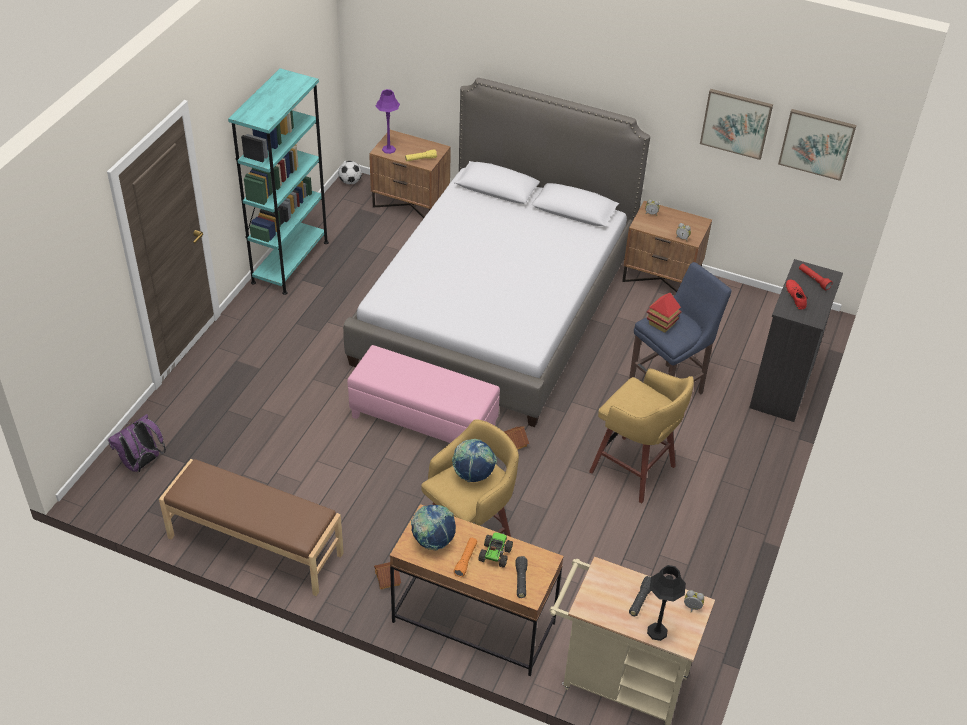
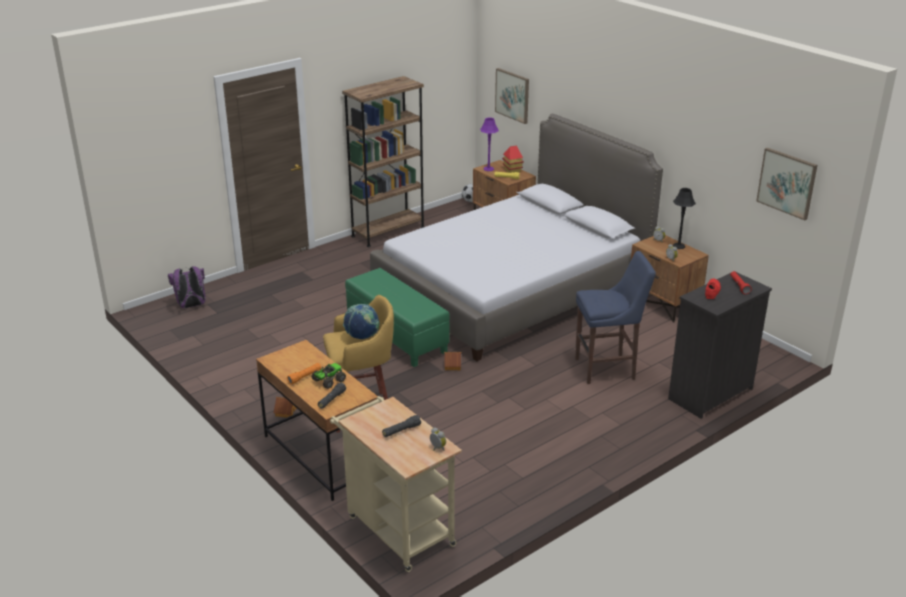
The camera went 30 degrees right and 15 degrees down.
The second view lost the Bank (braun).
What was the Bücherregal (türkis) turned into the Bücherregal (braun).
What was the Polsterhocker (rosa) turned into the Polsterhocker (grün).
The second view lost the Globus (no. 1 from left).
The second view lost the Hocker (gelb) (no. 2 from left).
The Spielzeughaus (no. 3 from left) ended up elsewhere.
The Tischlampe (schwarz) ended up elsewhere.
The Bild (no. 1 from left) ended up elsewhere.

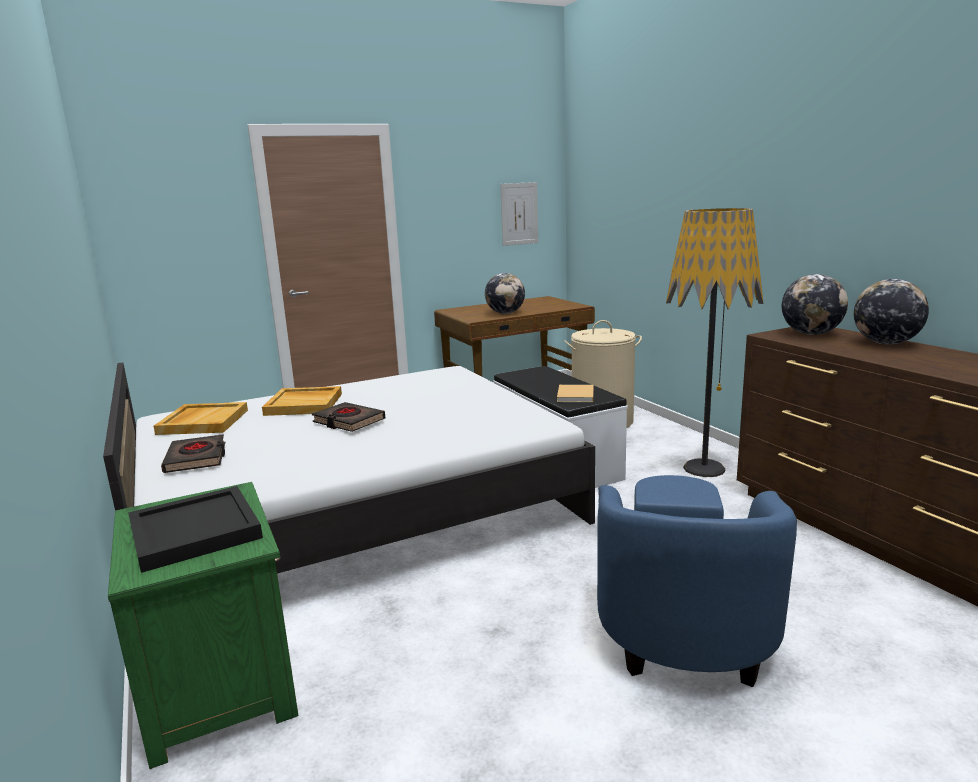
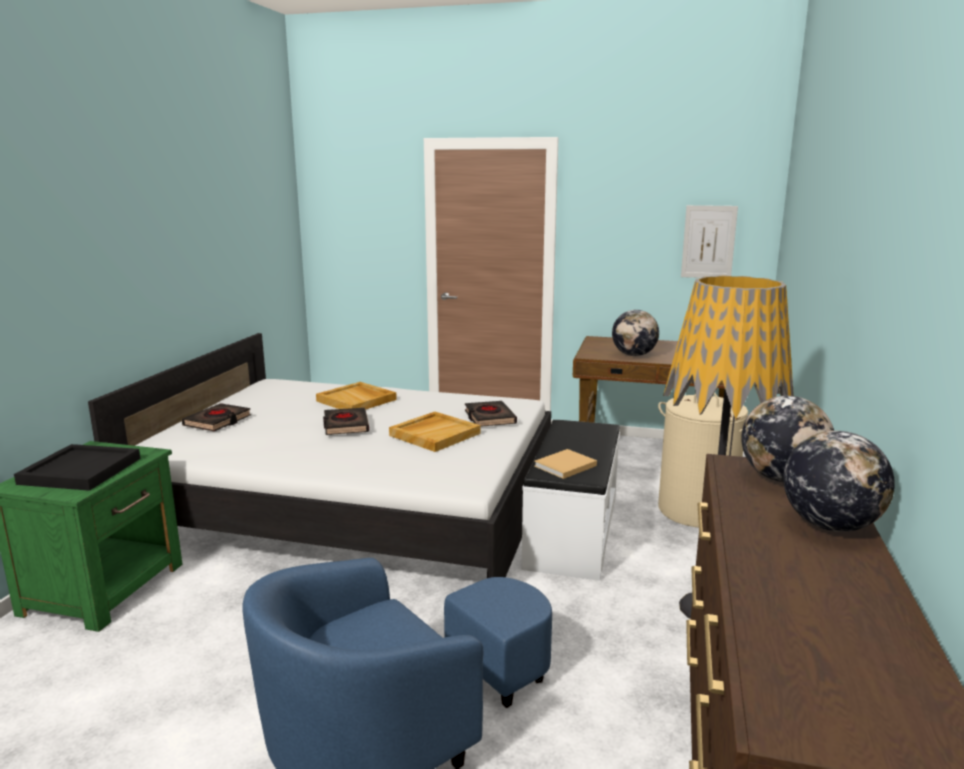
The camera went 40 degrees right and 0 degrees up.
The Tablett (beige) (no. 1 from left in the first image) ended up elsewhere.
The second view gained the Buch (schwarz) (no. 3 from left).

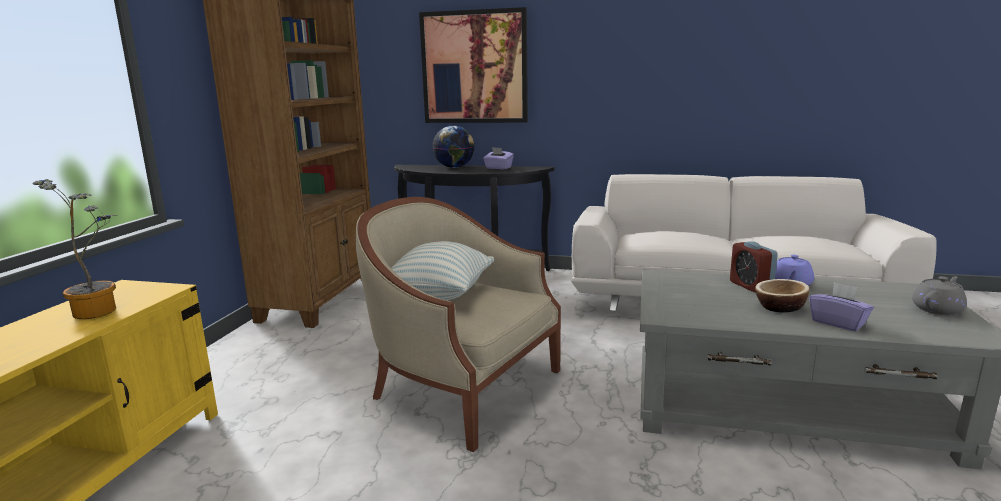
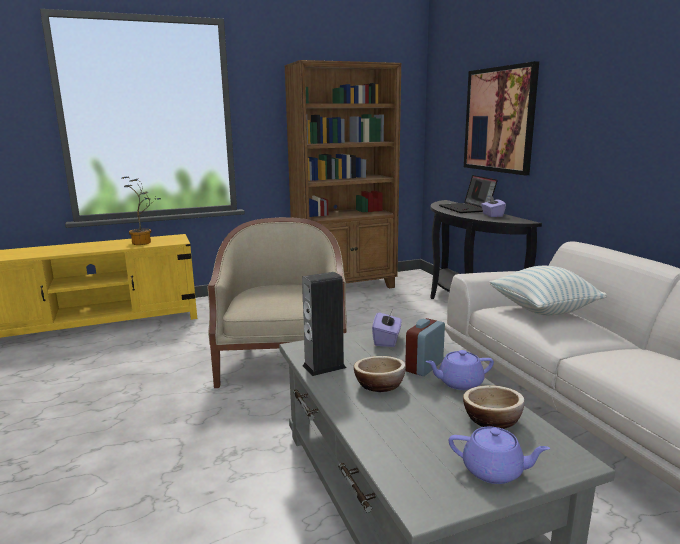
The camera went 55 degrees right and 0 degrees up.
The Kissen ended up elsewhere.
Where the Globus stood, the Laptop came to stand.
The Taschentuchbox (lila) (no. 2 from left in the first image) ended up elsewhere.
What was the Teekanne (grau) turned into the Teekanne (lila) (no. 2 from left).
The second view gained the Lautsprecher.
The second view gained the Schüssel (no. 2 from left).

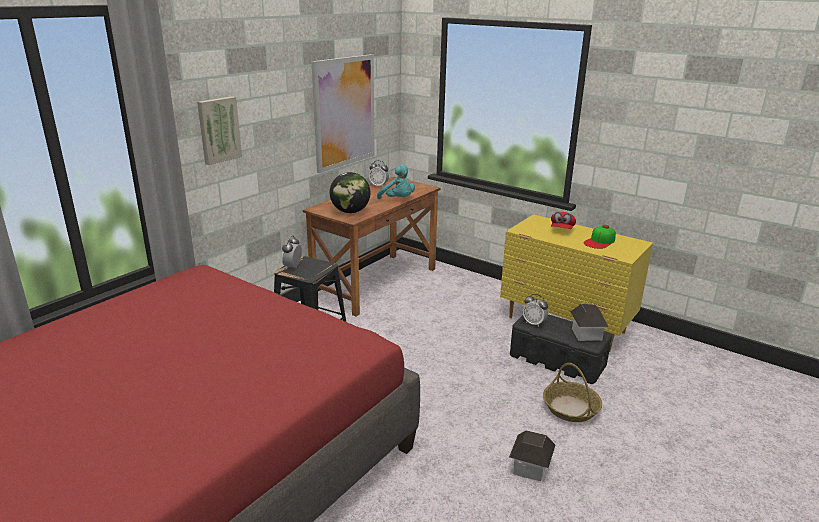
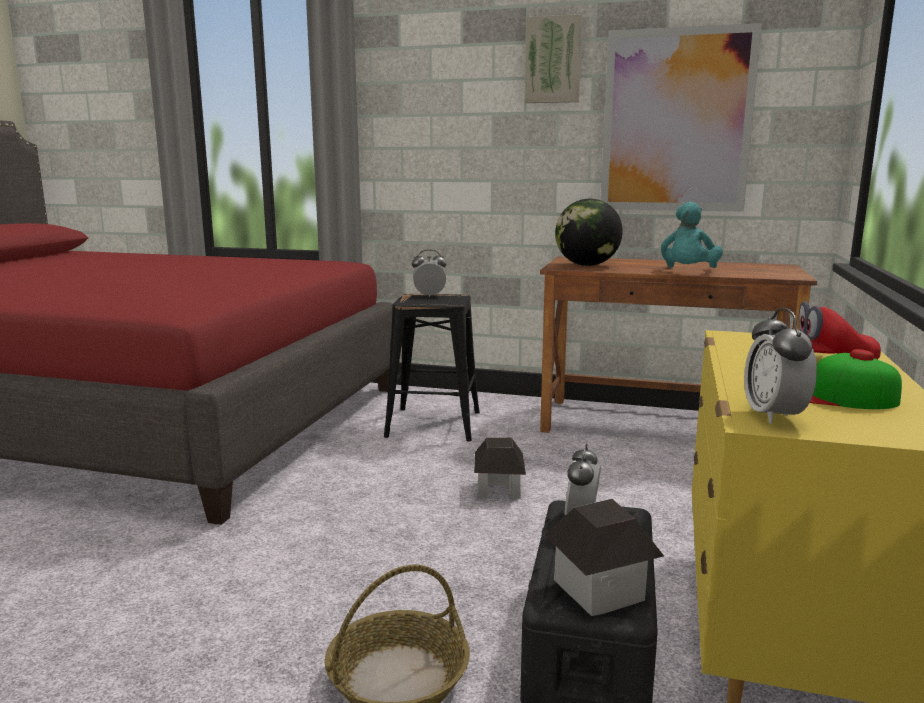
The camera went 70 degrees right and 10 degrees down.
The Bild (no. 1 from left) ended up elsewhere.
The Wecker (no. 2 from left in the first image) ended up elsewhere.
The Spielzeughaus (no. 1 from left) ended up elsewhere.

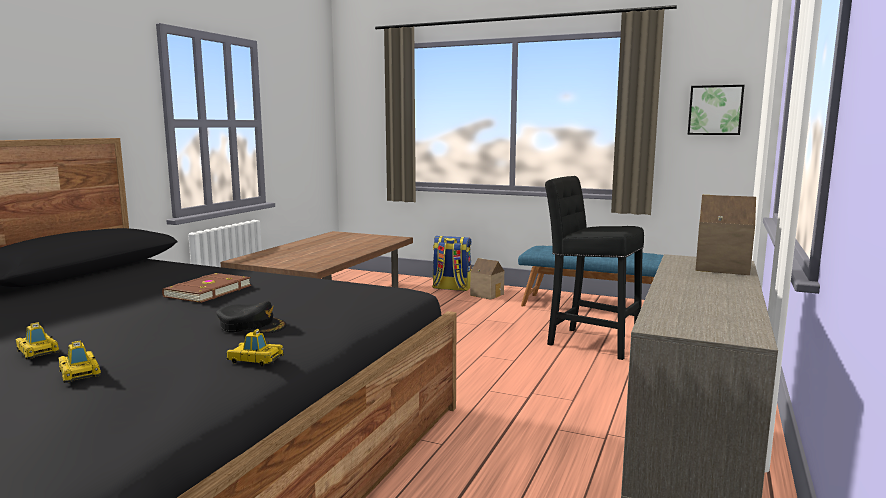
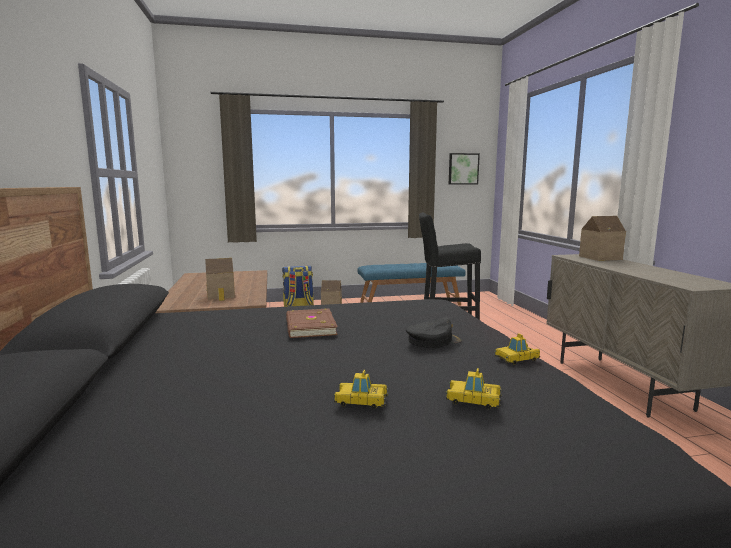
The camera went 35 degrees left and 0 degrees up.
The second view gained the Spielzeughaus (no. 1 from left).

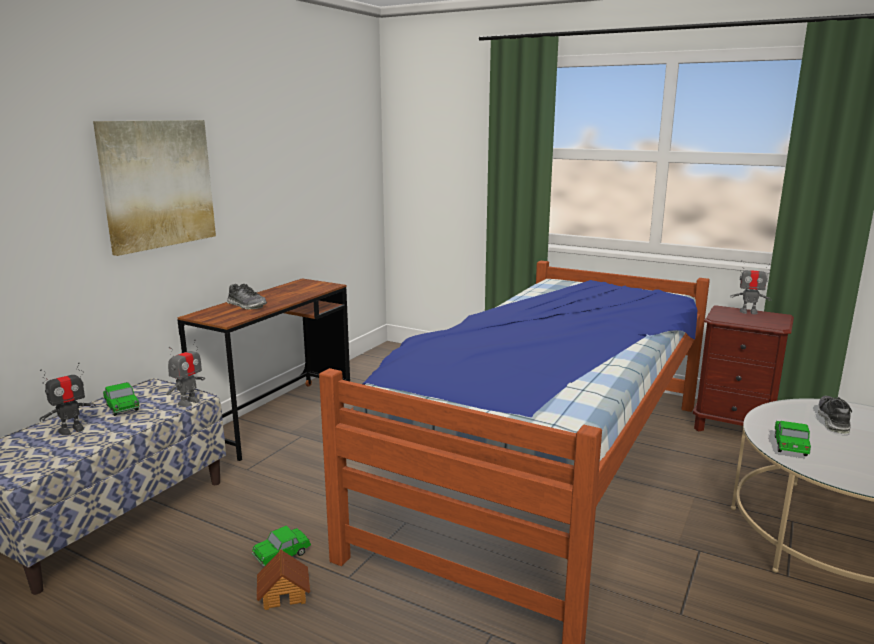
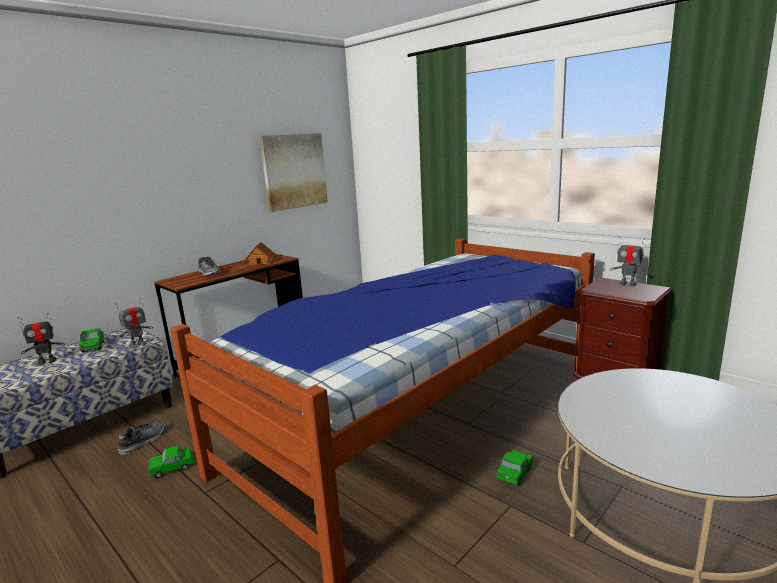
The camera went 15 degrees right and 0 degrees up.
The Bild ended up elsewhere.
The Spielzeughaus ended up elsewhere.
The Spielzeugauto (no. 3 from left) ended up elsewhere.
The Schuh (no. 2 from left in the first image) ended up elsewhere.

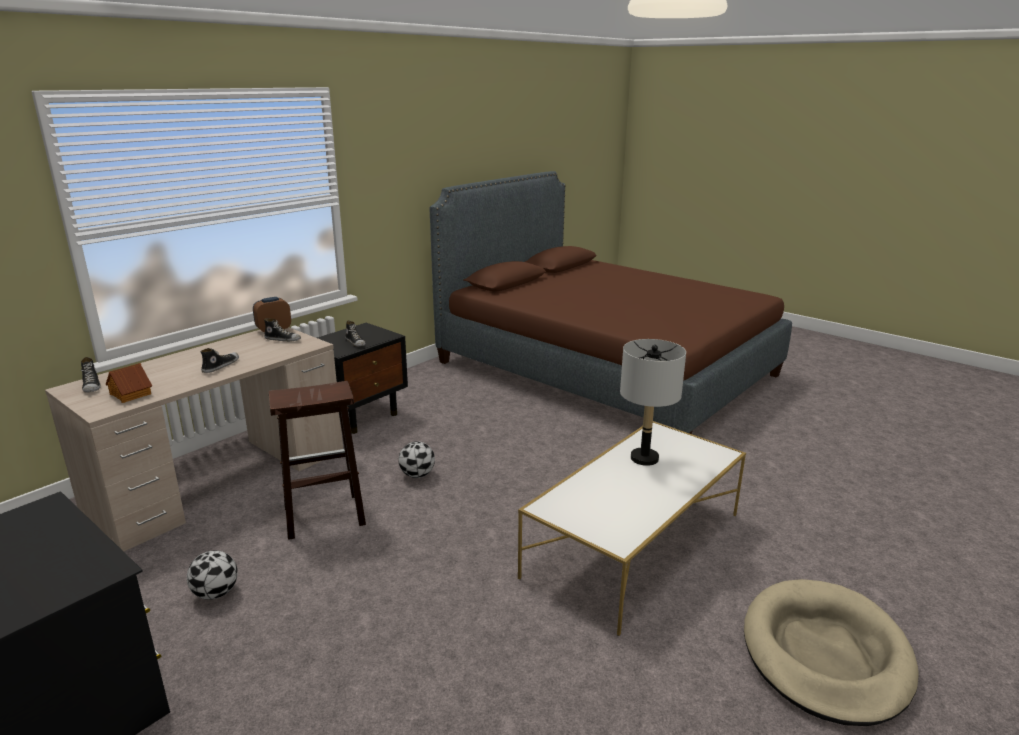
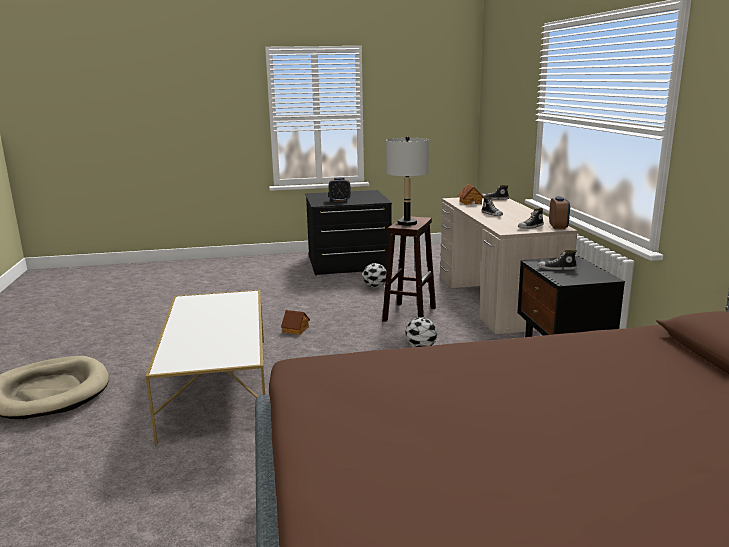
The camera went 130 degrees right and 5 degrees down.
The Tischlampe (grau) ended up elsewhere.
The second view gained the Spielzeughaus (no. 1 from left).
The second view gained the Wecker (no. 1 from left).

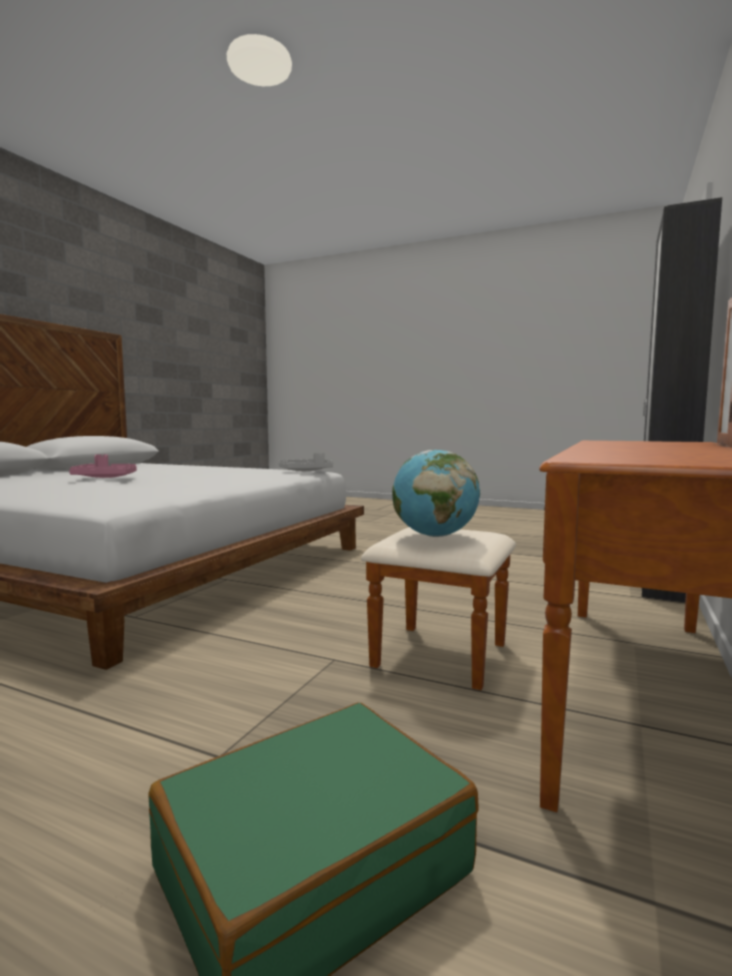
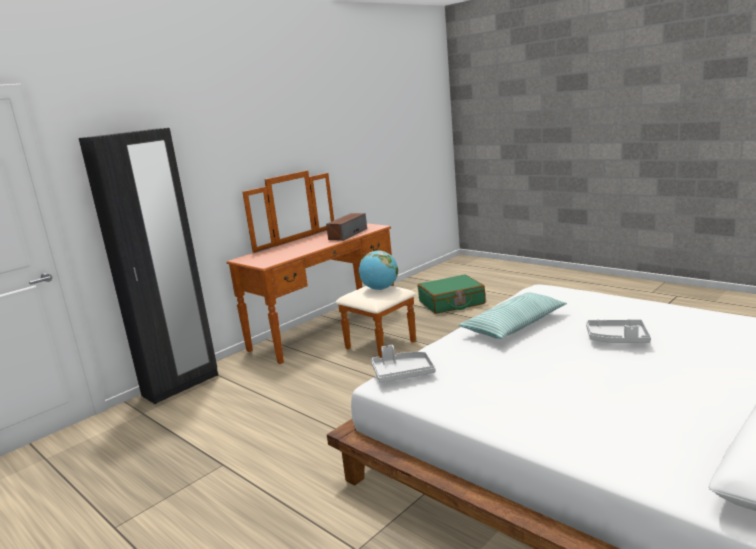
The camera went 160 degrees left and 10 degrees up.
What was the Tablett (rosa) turned into the Tablett (grau) (no. 2 from left).
The second view gained the Lautsprecher.
The second view gained the Kissen.

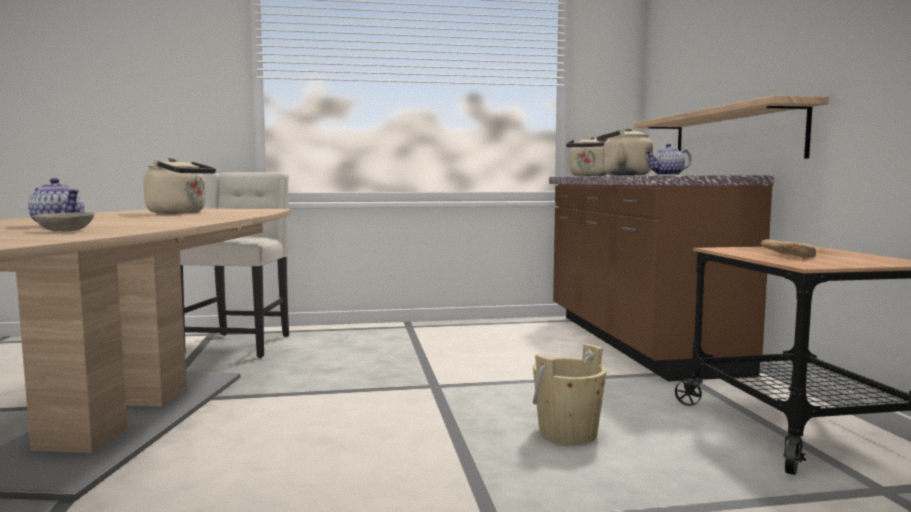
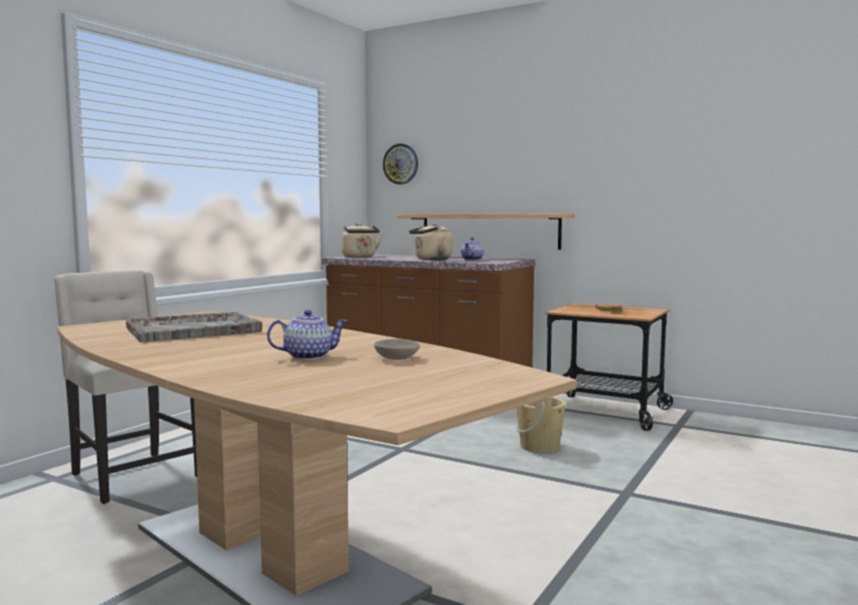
The camera went 50 degrees left and 0 degrees up.
Where the Wasserkessel (beige) (no. 1 from left) stood, the Tablett (grau) came to stand.
The second view gained the Wanduhr.

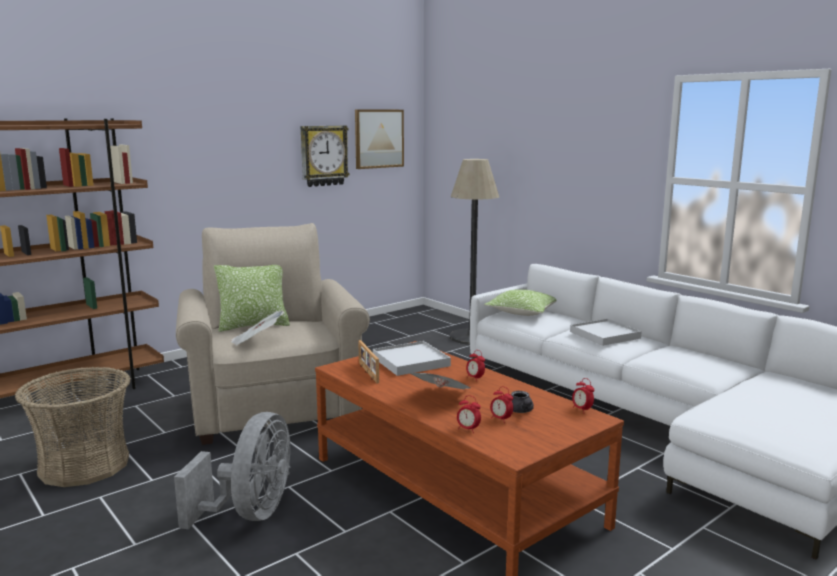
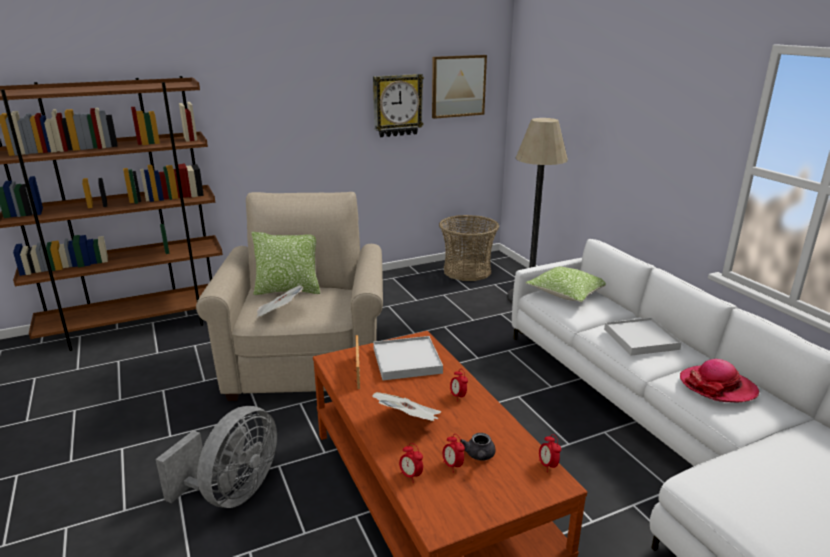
The camera went 15 degrees right and 10 degrees up.
The Korb ended up elsewhere.
The second view gained the Hut.

